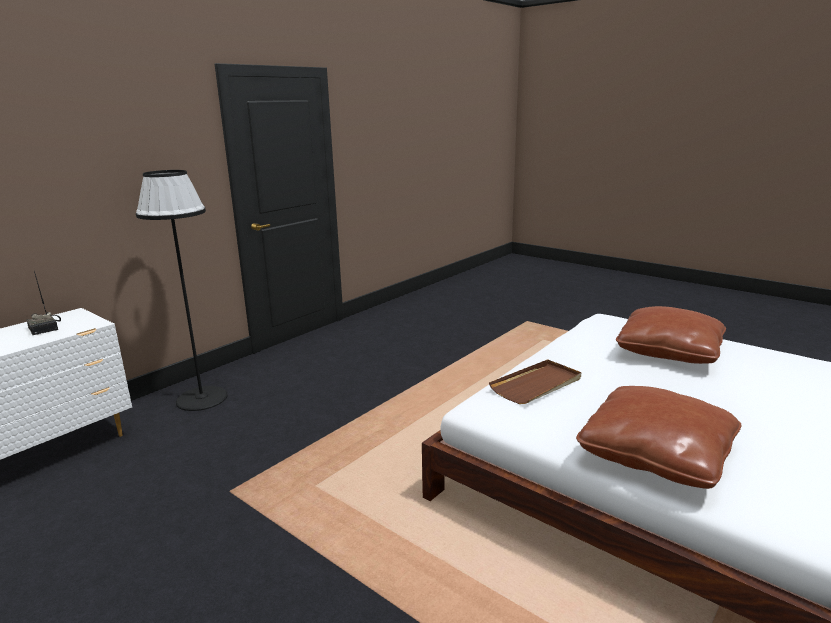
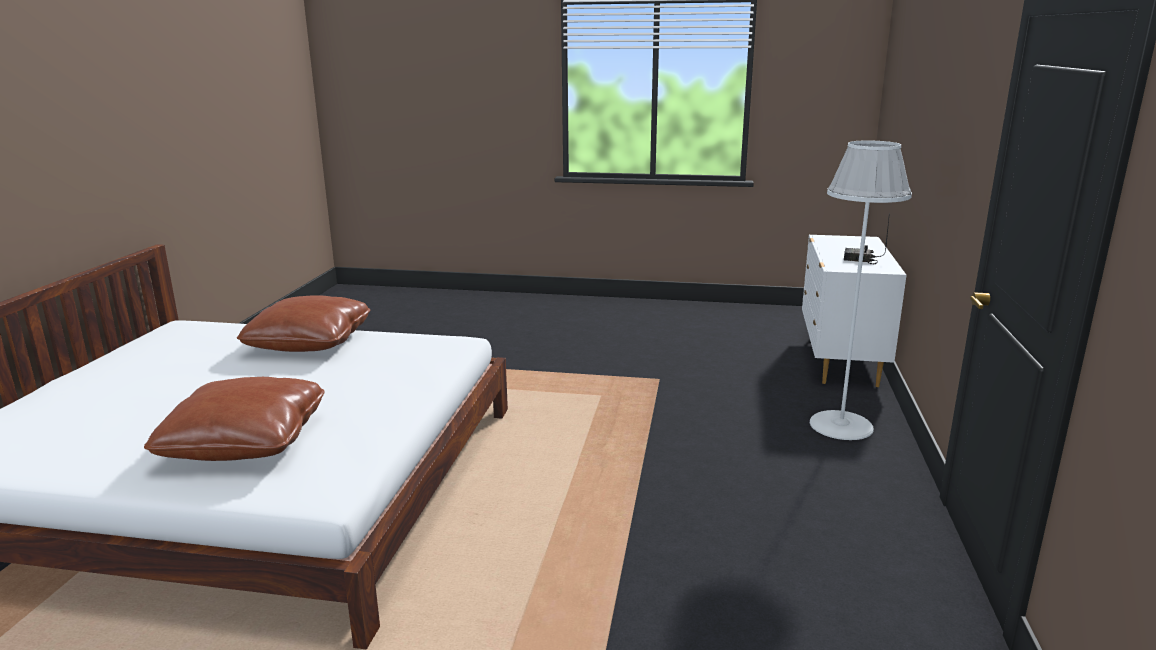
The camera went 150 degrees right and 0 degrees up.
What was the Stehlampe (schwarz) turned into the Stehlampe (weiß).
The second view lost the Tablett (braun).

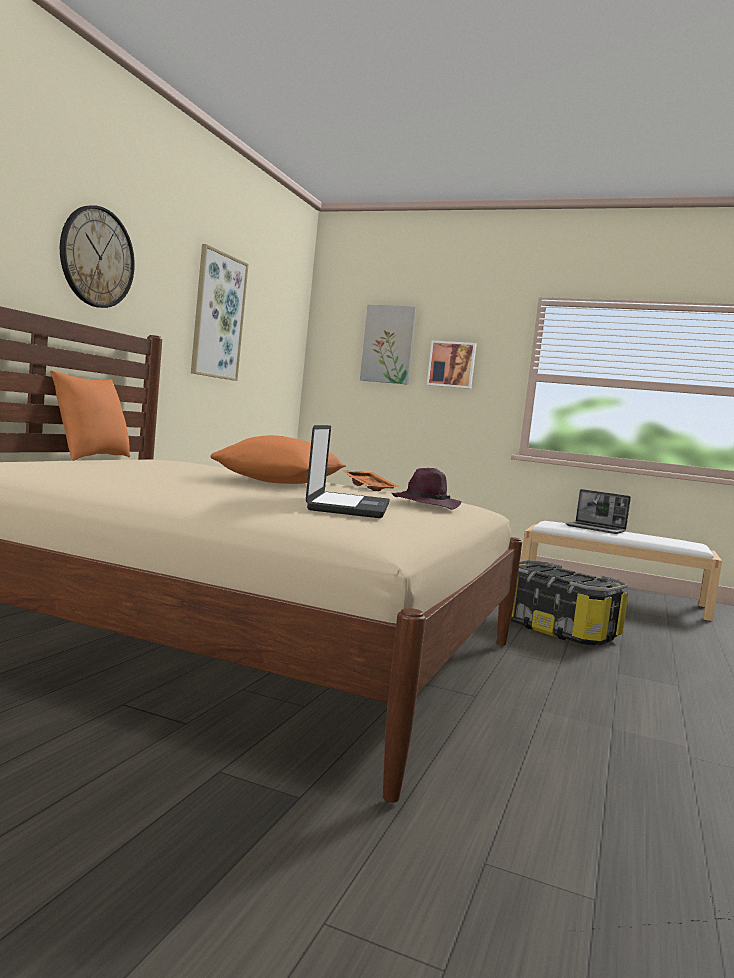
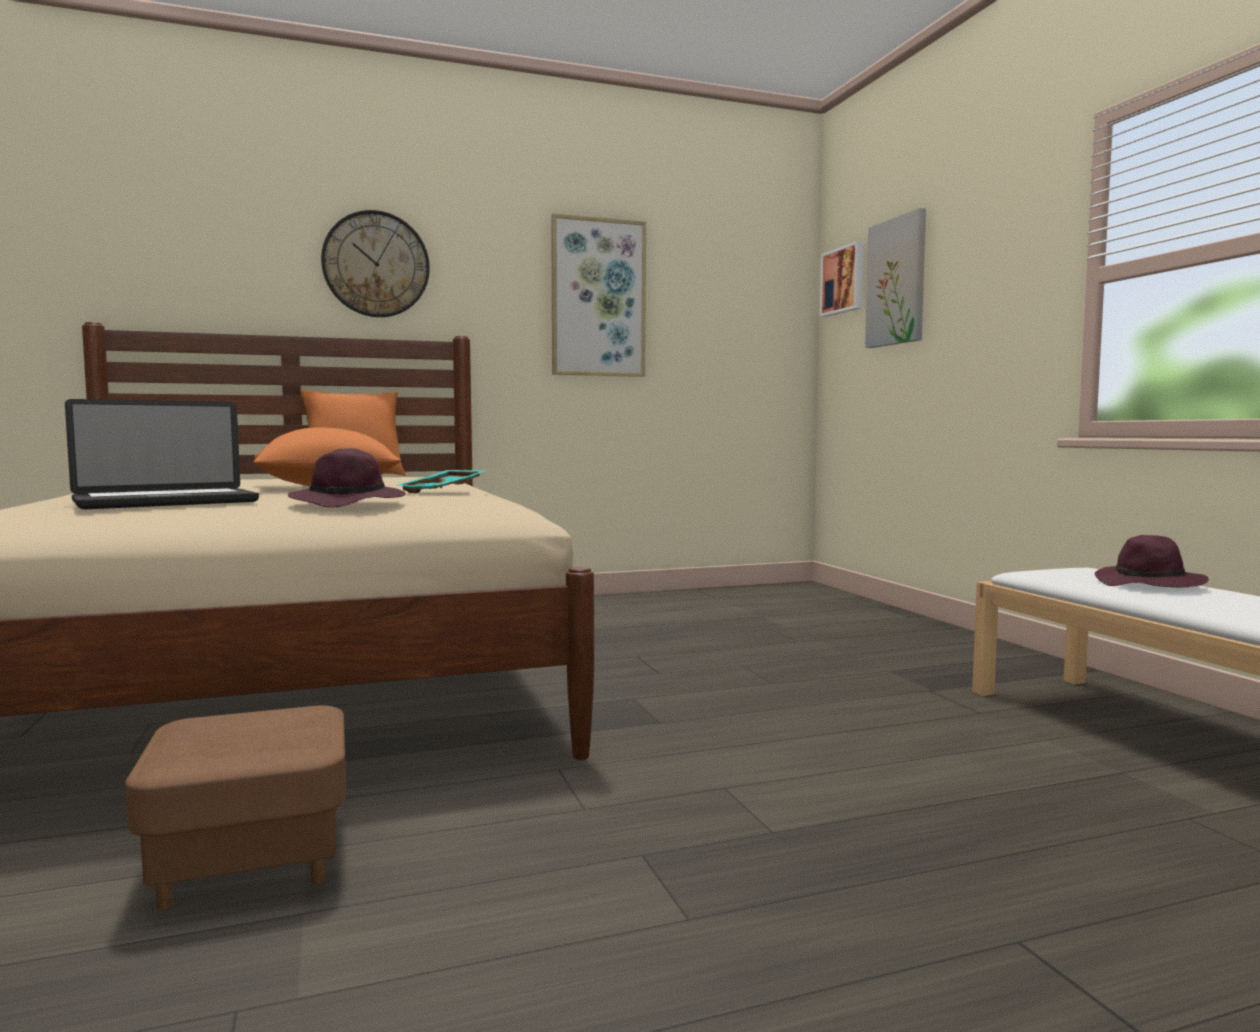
The camera went 50 degrees right and 0 degrees up.
What was the Tablett (orange) turned into the Tablett (türkis).
The Bild (no. 3 from left in the first image) ended up elsewhere.
The second view lost the Aufbewahrungsbox.
Where the Laptop (no. 2 from left) stood, the Hut (lila) (no. 2 from left) came to stand.
The second view gained the Polsterhocker (braun).

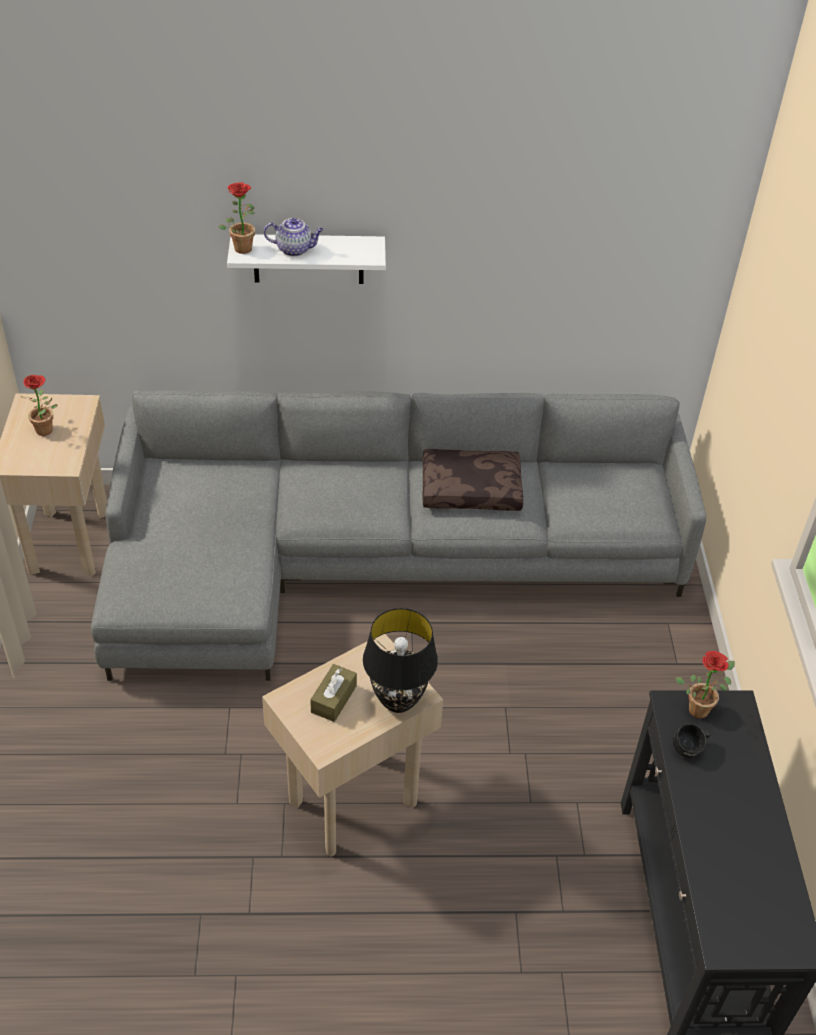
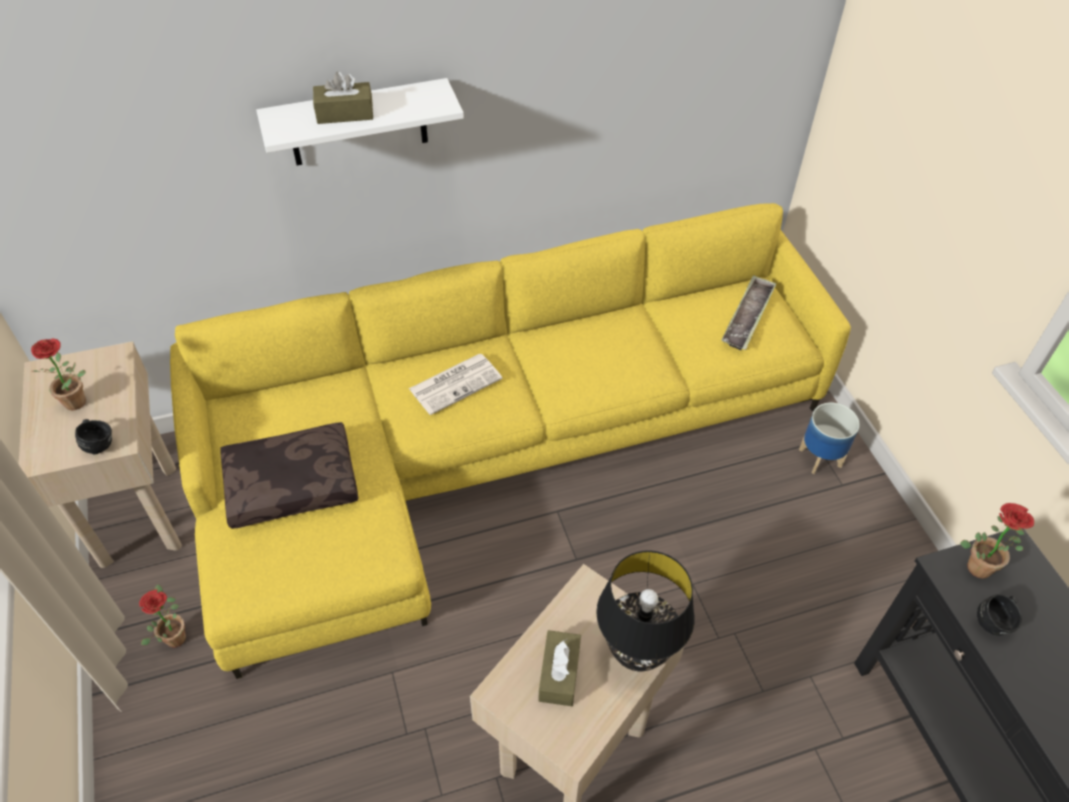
The camera went 15 degrees left and 5 degrees up.
What was the Sofa (grau) turned into the Sofa (gelb).
The Topfpflanze (no. 2 from left) ended up elsewhere.
Where the Teekanne stood, the Taschentuchbox (braun) (no. 1 from left) came to stand.
The Kissen (braun) ended up elsewhere.
The second view gained the Henkelbecher (schwarz) (no. 1 from left).
The second view gained the Zeitung.
The second view gained the Tablett.
The second view gained the Pflanzkübel.

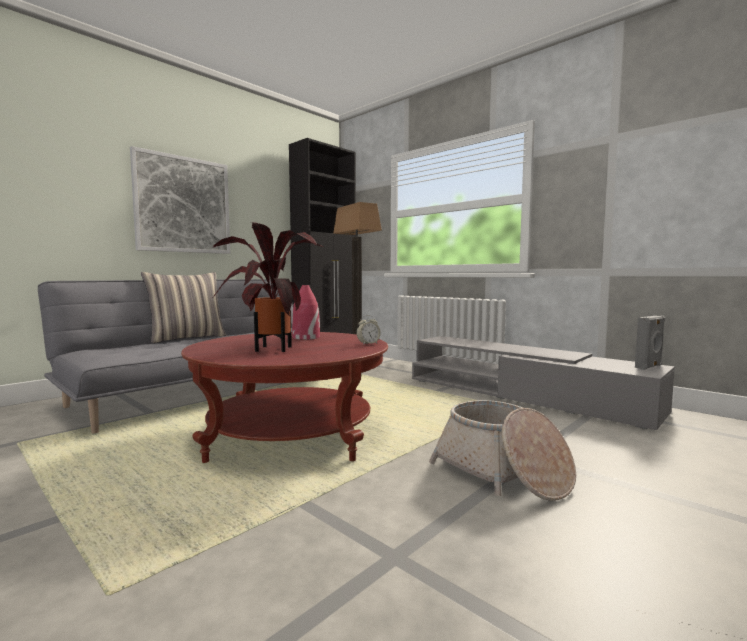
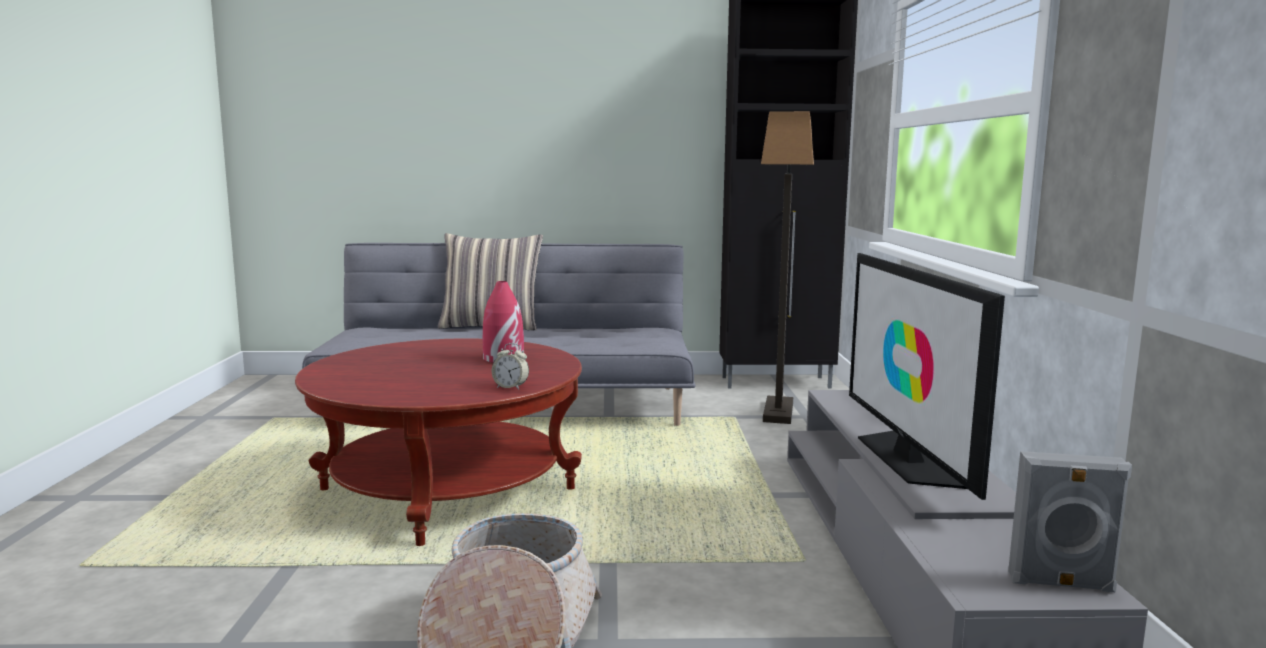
The camera went 45 degrees right and 5 degrees up.
The second view lost the Bild.
The second view lost the Topfpflanze.
The second view gained the Fernseher.

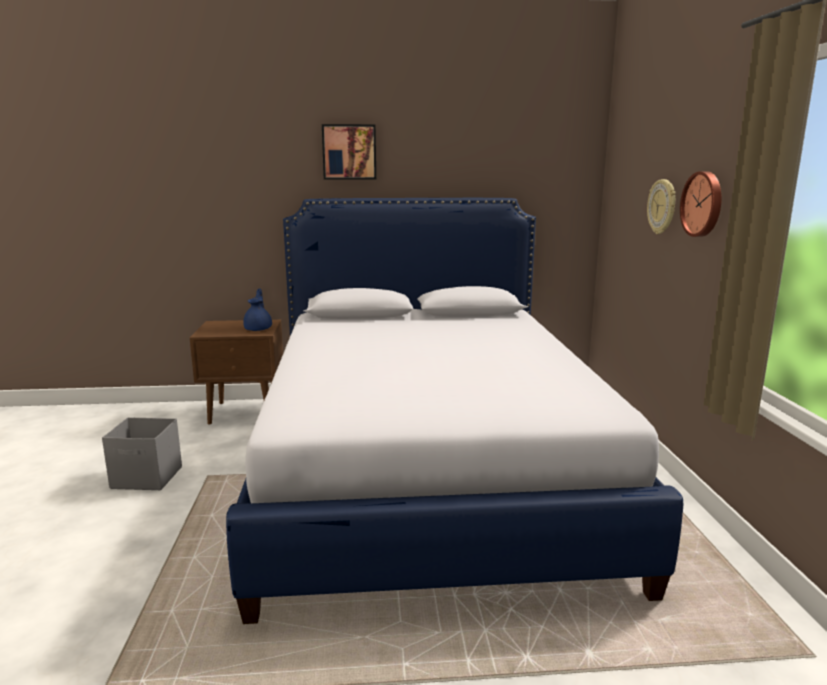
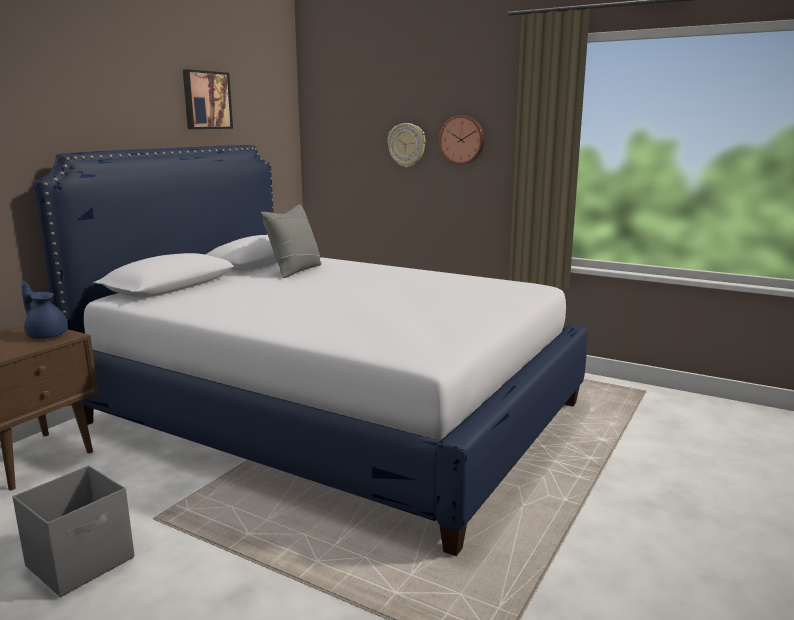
The camera went 55 degrees left and 0 degrees up.
The Bild ended up elsewhere.
The second view gained the Kissen (grau).

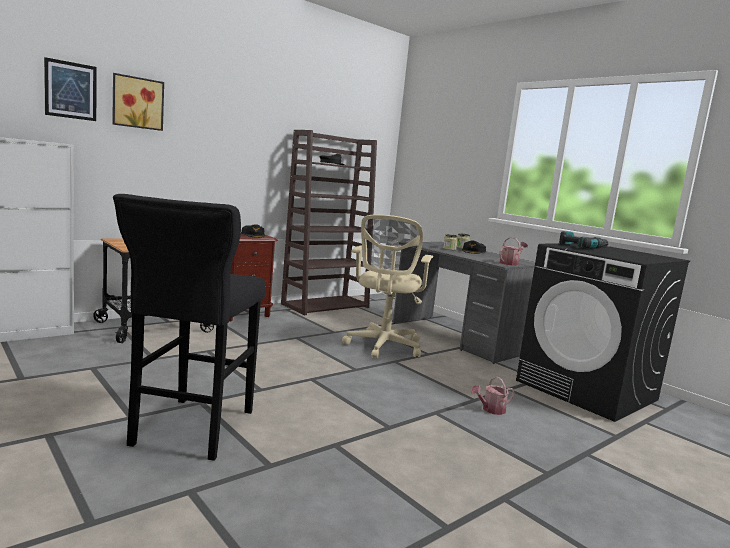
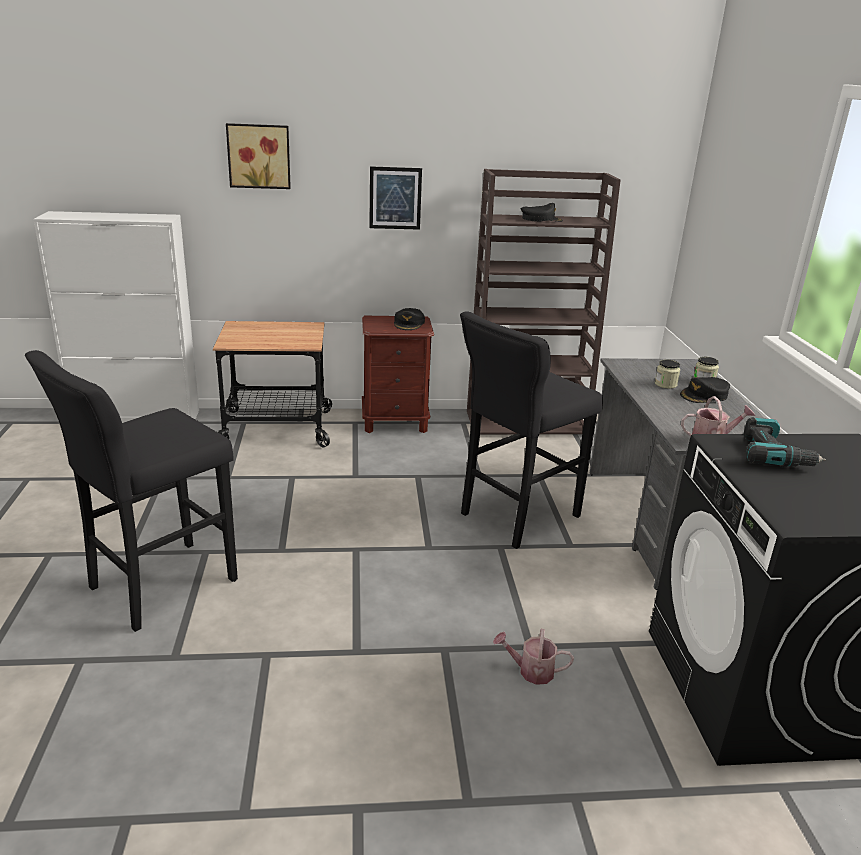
The camera went 35 degrees right and 15 degrees up.
The Bild (no. 1 from left in the first image) ended up elsewhere.
Where the Bürostuhl (beige) stood, the Hocker (schwarz) (no. 2 from left) came to stand.

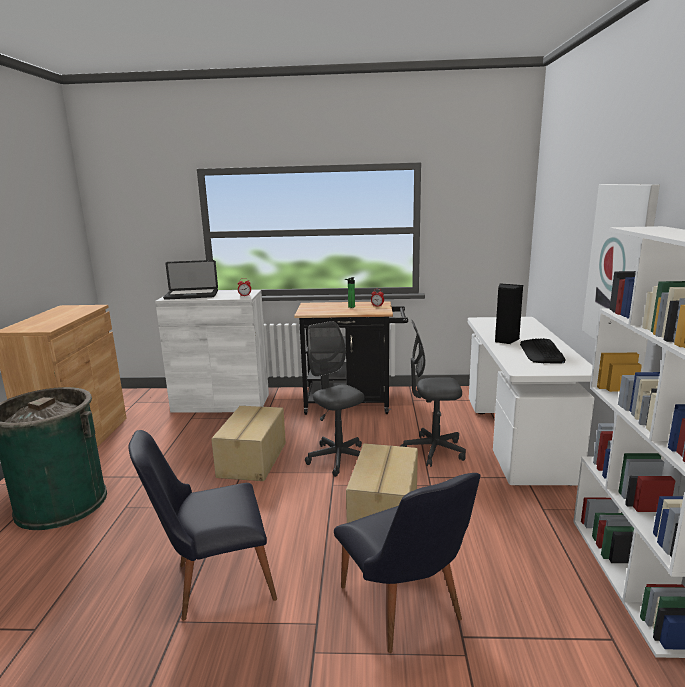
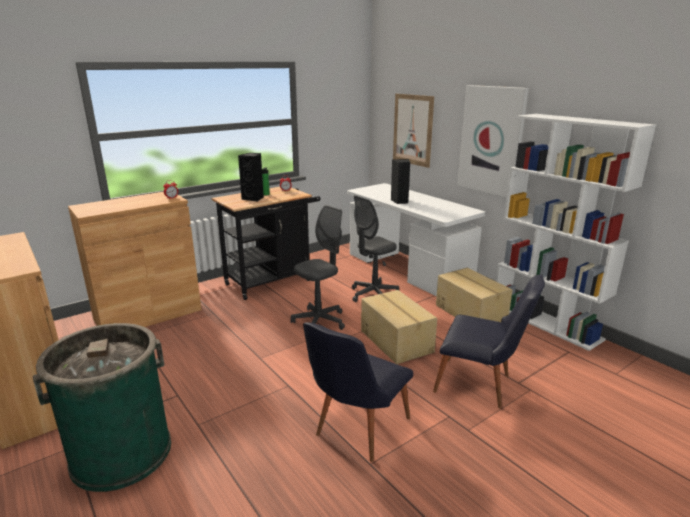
The camera went 40 degrees left and 5 degrees up.
What was the Schrank (weiß) turned into the Schrank (braun) (no. 2 from left).
The second view lost the Laptop.
The Karton (no. 1 from left in the first image) ended up elsewhere.
The Bürostuhl (grau) (no. 1 from left) ended up facing another way, 120 degrees clockwise from before.
The second view lost the Tastatur.
The second view gained the Lautsprecher (schwarz) (no. 1 from left).
The second view gained the Bild (no. 1 from left).

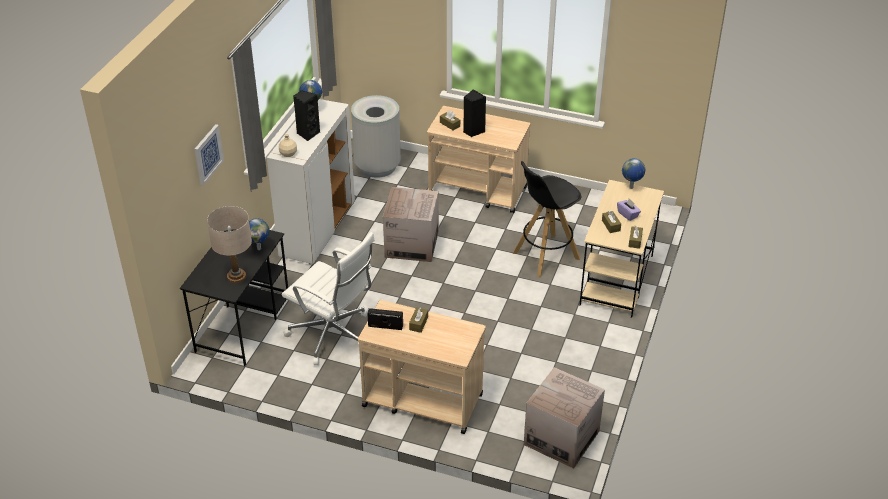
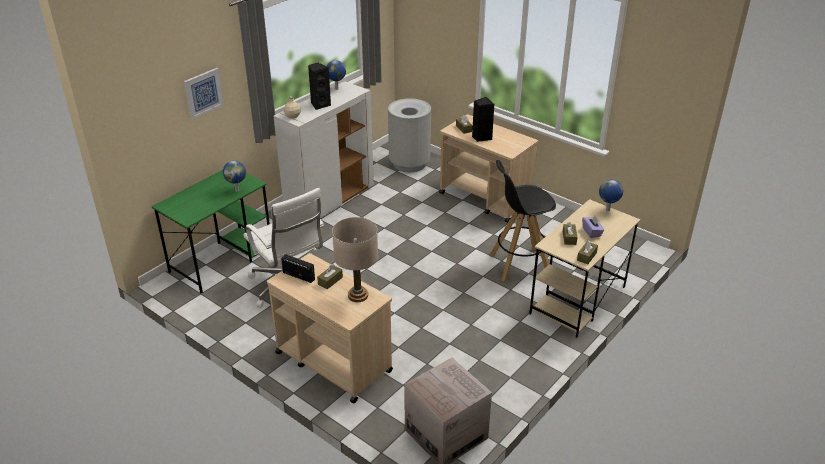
The camera went 20 degrees right and 5 degrees down.
What was the Schreibtisch (schwarz) turned into the Schreibtisch (grün).
The Tischlampe (beige) ended up elsewhere.
The second view lost the Karton (no. 1 from left).

